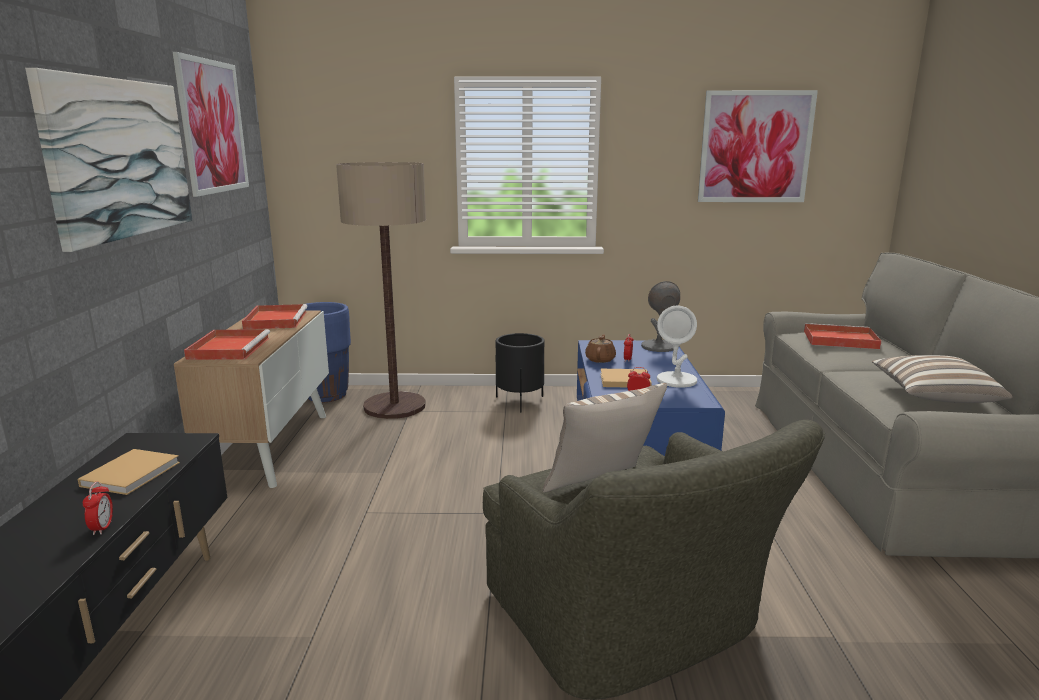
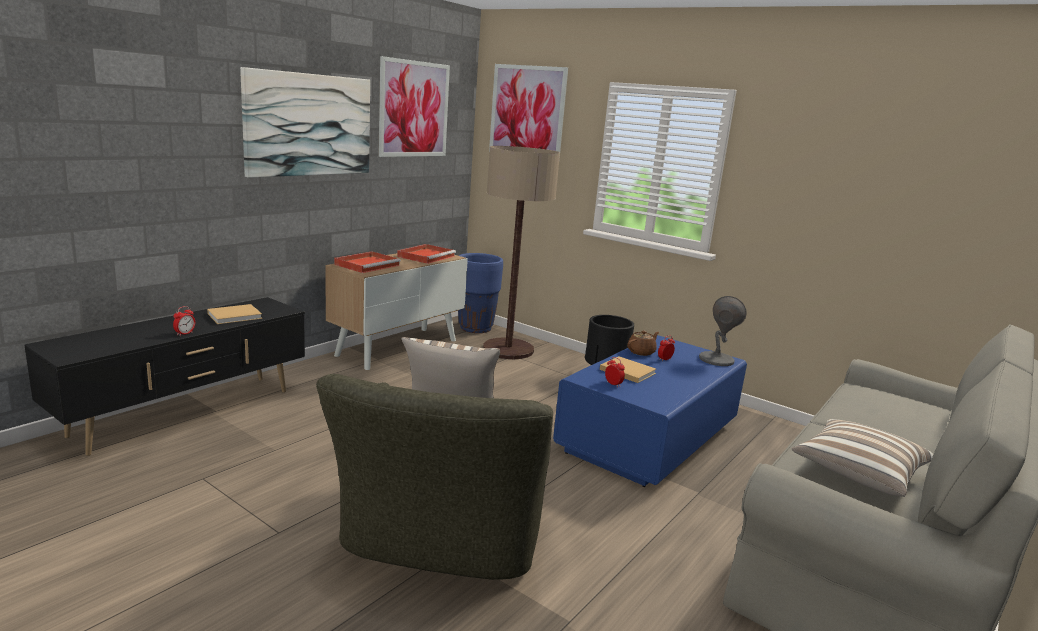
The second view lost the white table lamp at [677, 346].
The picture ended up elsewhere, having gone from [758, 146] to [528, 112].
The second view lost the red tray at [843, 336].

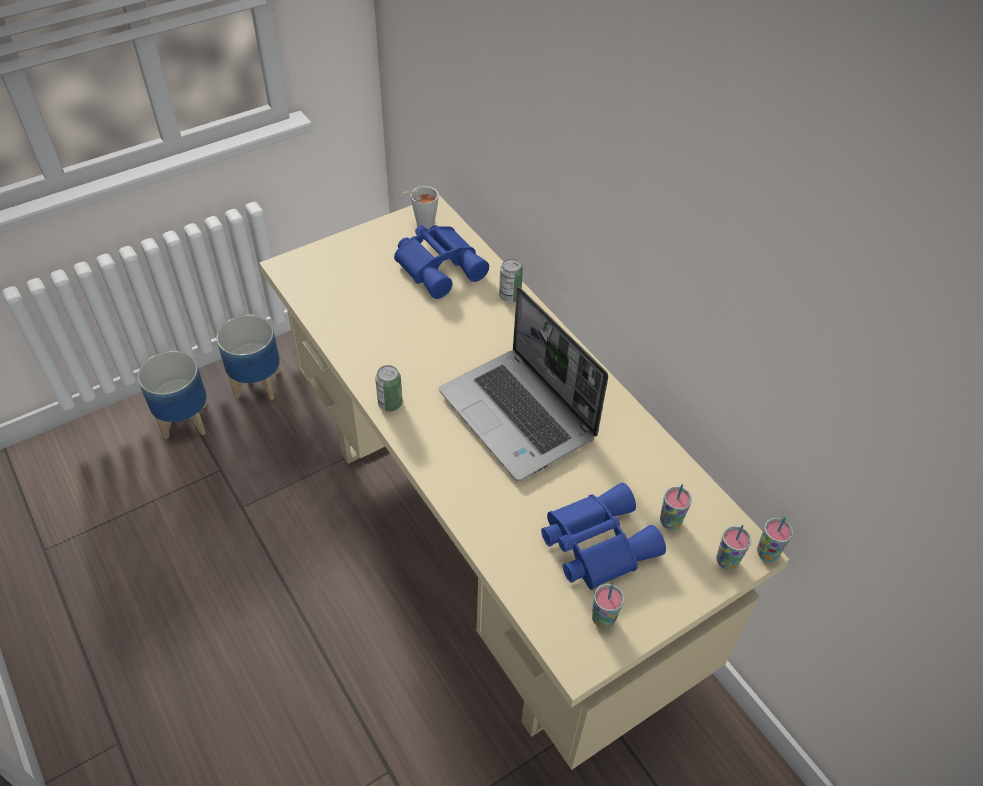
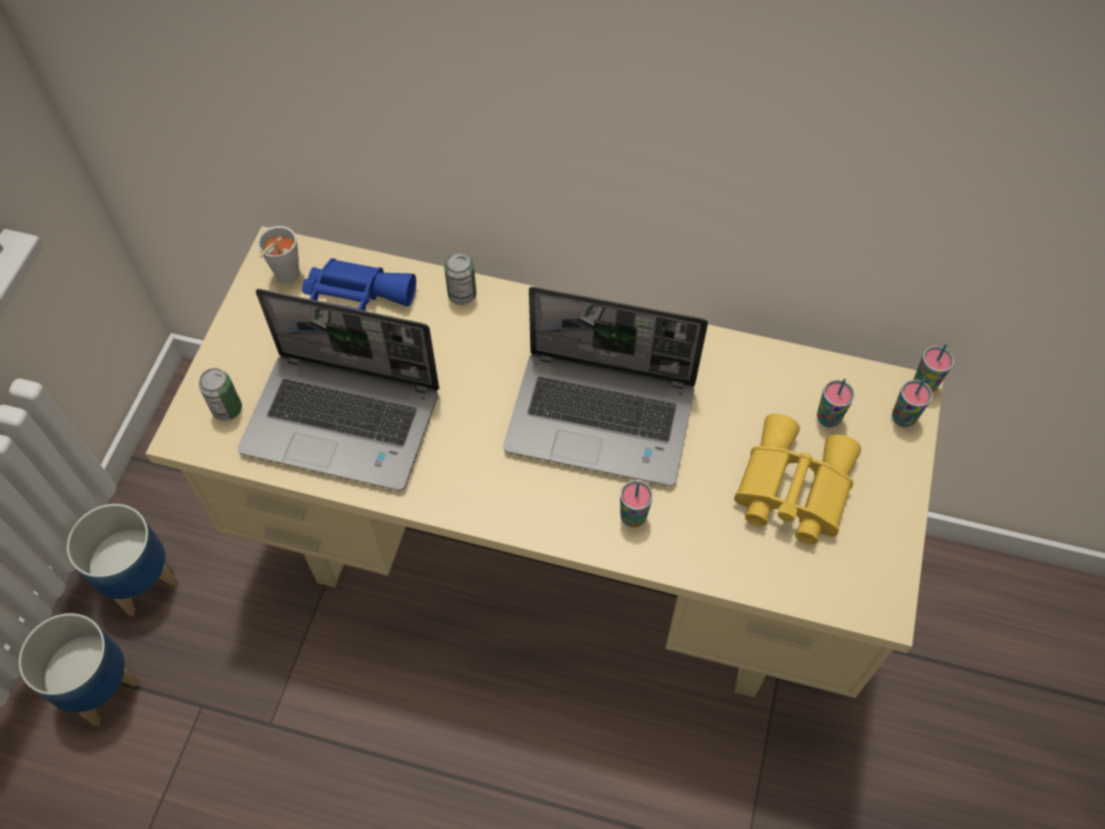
The can ended up elsewhere, having gone from [389, 388] to [220, 394].
What was the blue binoculars at [603, 536] turned into the yellow binoculars at [797, 479].
The cup ended up elsewhere, having gone from [608, 606] to [636, 503].
The second view gained the laptop at [338, 390].

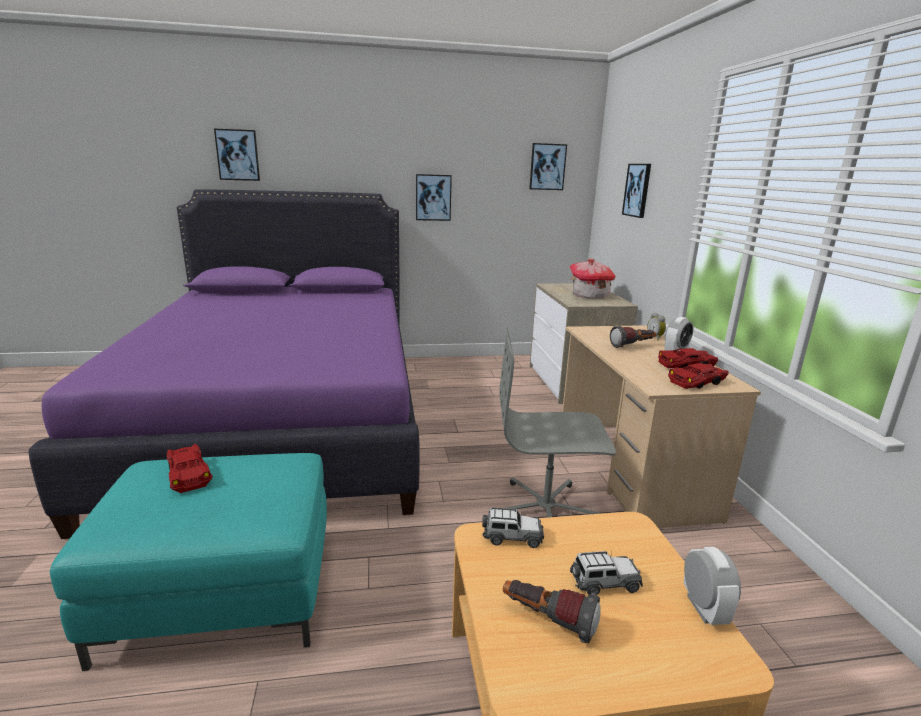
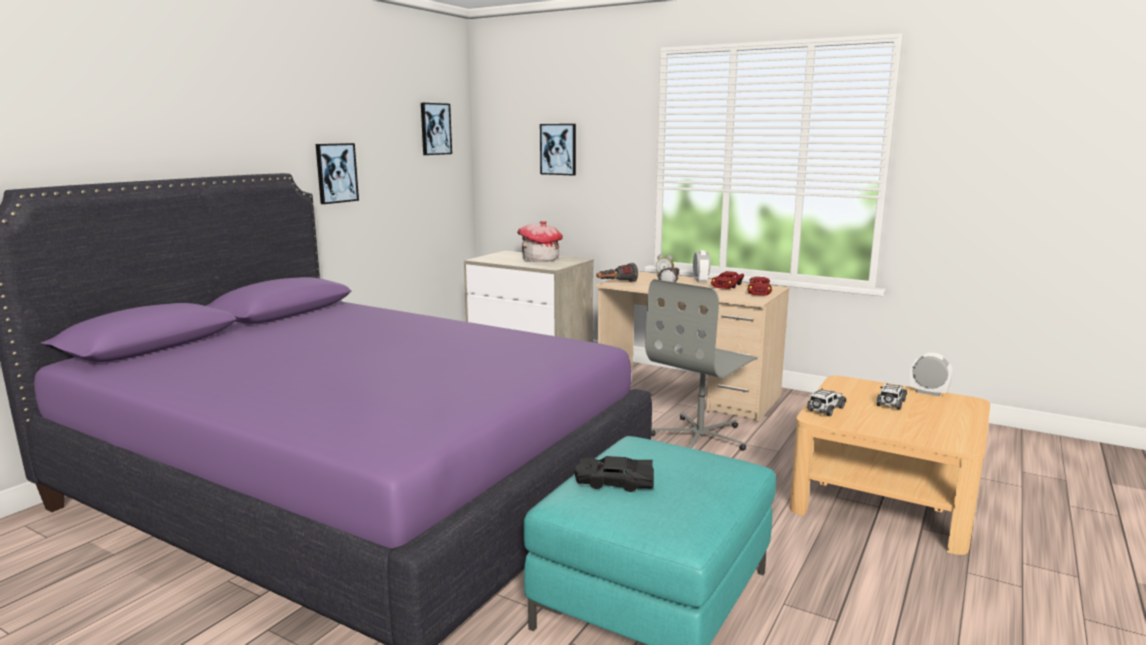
What was the red toy car at [189, 468] turned into the black toy car at [614, 474].
The second view lost the picture at [237, 155].
The flashlight ended up elsewhere, having gone from [552, 611] to [617, 272].

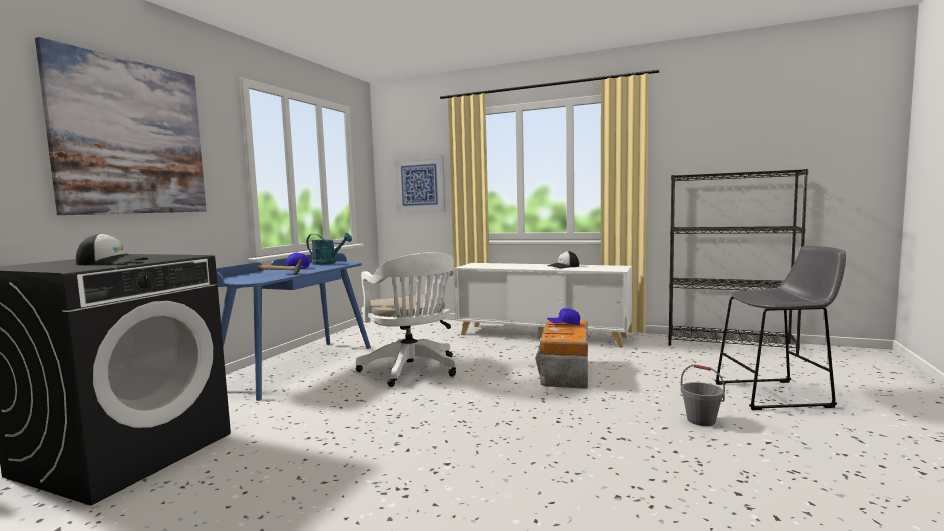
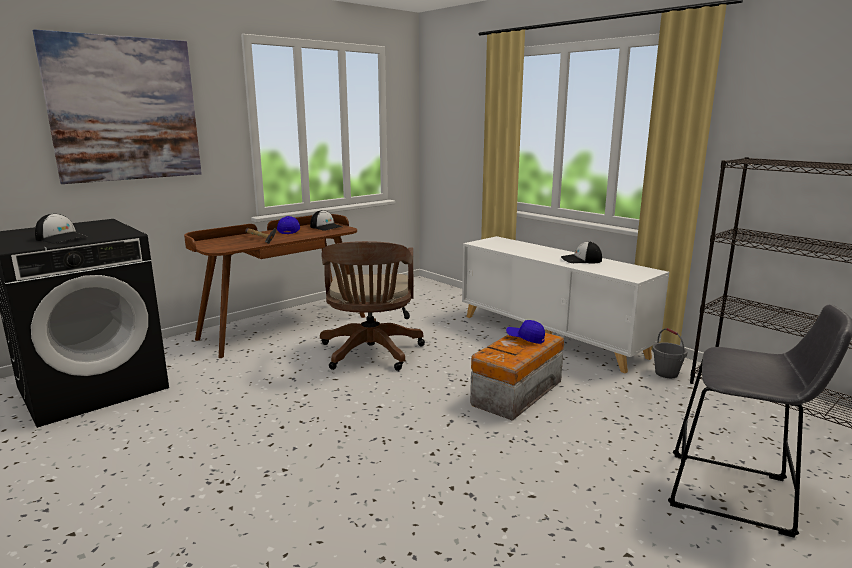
What was the blue desk at [292, 327] turned into the brown desk at [274, 286].
Where the turquoise watering can stood at [329, 249], the cap came to stand at [326, 220].
What was the white office chair at [407, 319] turned into the brown office chair at [372, 306].
The second view lost the picture at [419, 184].
The grey bucket ended up elsewhere, having gone from [703, 395] to [670, 353].

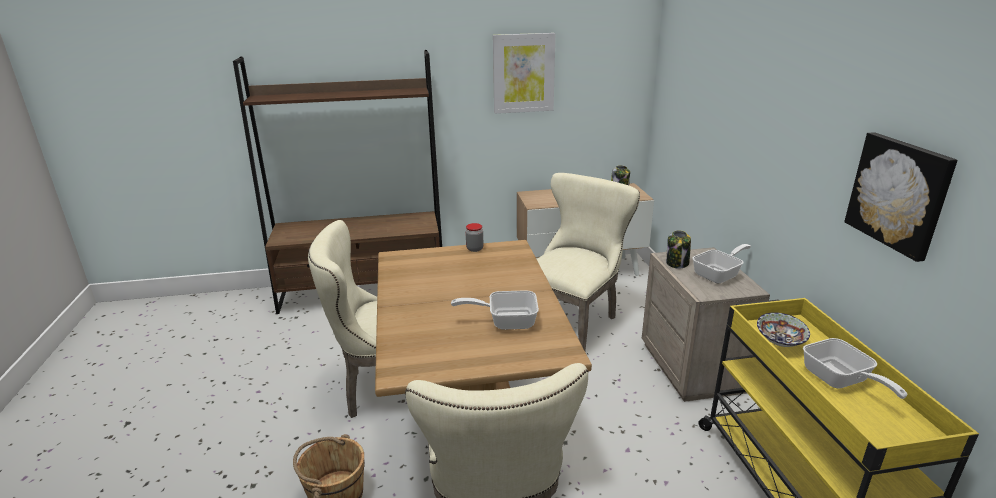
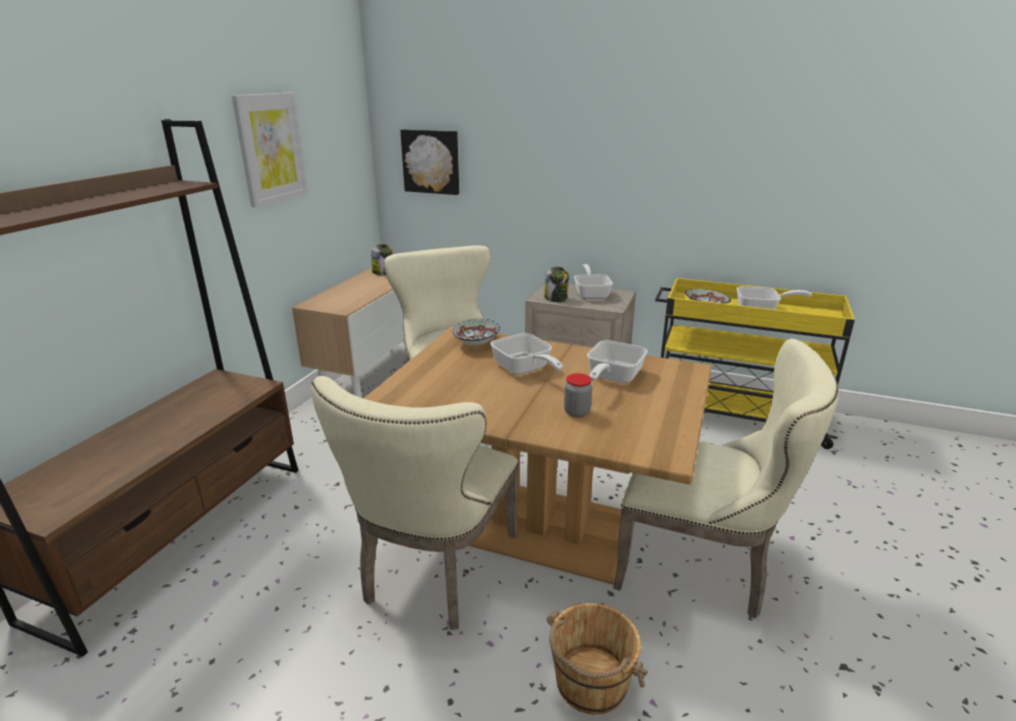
The jar ended up elsewhere, having gone from [474, 237] to [578, 395].
The picture ended up elsewhere, having gone from [901, 197] to [429, 162].
The second view gained the bowl at [476, 332].
The second view gained the frying pan at [526, 354].

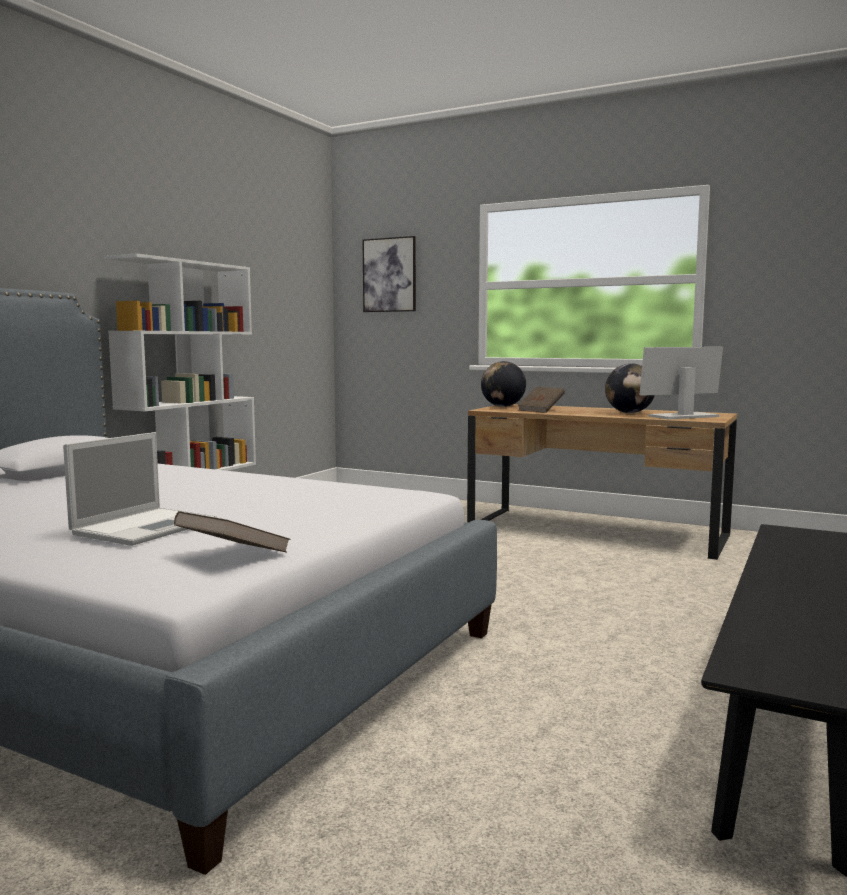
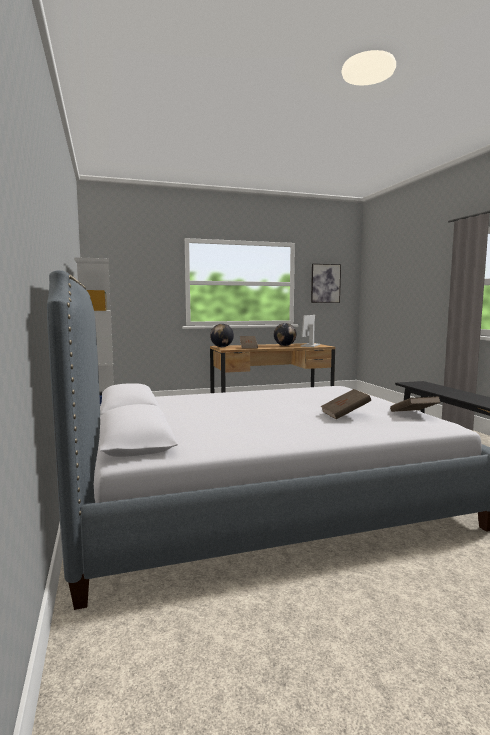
Where the laptop stood at [140, 489], the brown book came to stand at [346, 404].
The picture ended up elsewhere, having gone from [389, 274] to [326, 283].

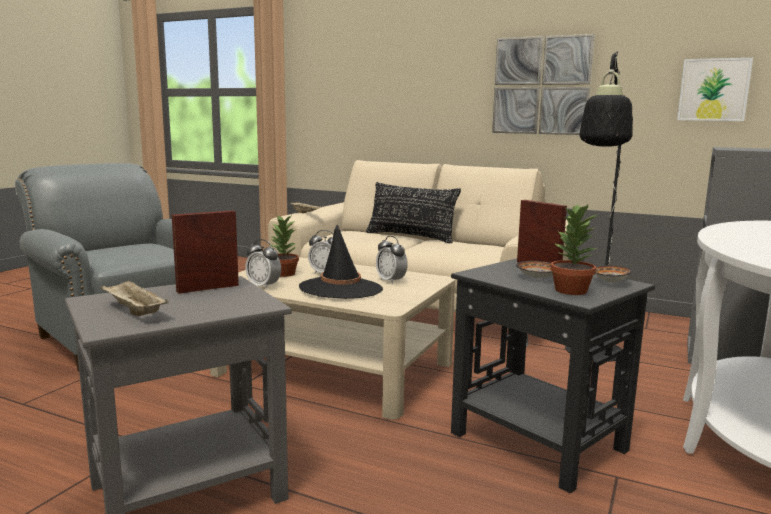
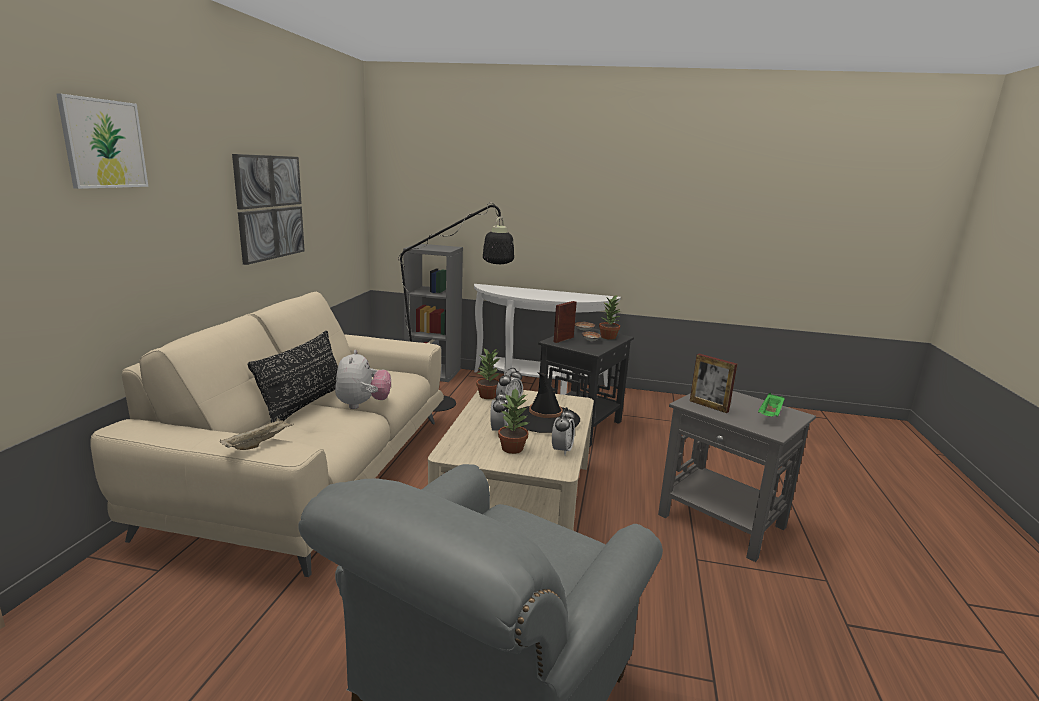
What was the beige tray at [134, 298] turned into the green tray at [771, 405].
The picture ended up elsewhere, having gone from [715, 89] to [102, 141].
The second view gained the plush toy at [363, 379].
The second view gained the potted plant at [488, 374].

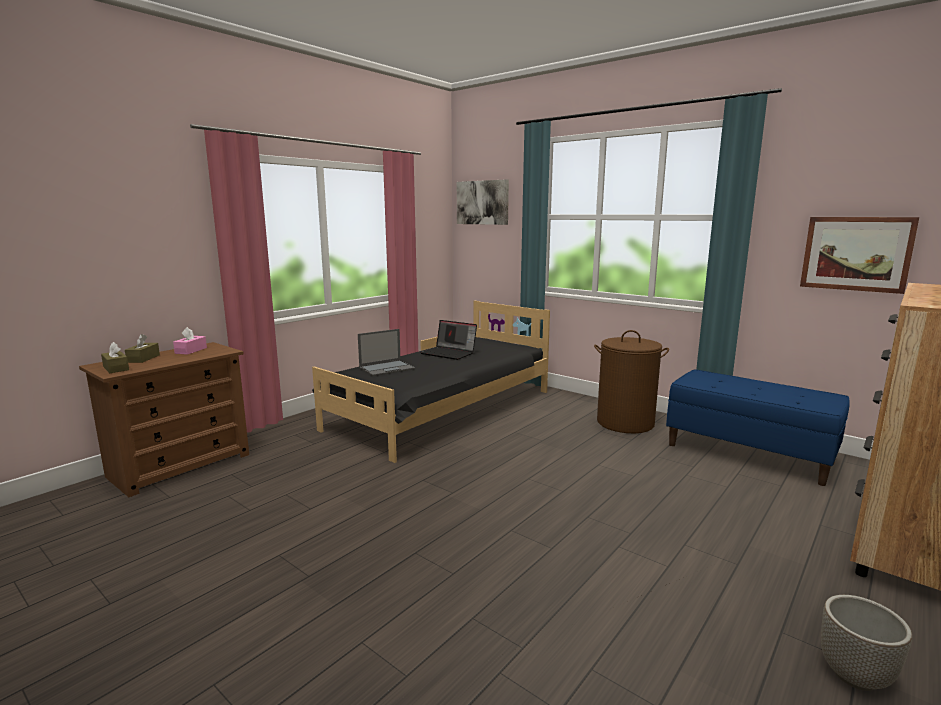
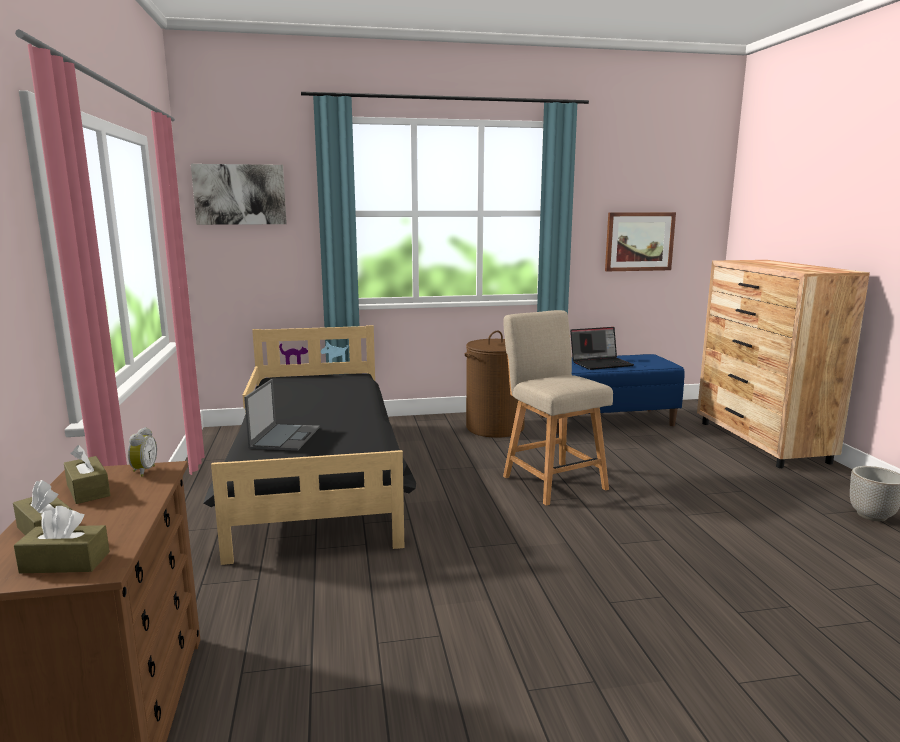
What was the pink tissue box at [190, 341] turned into the brown tissue box at [87, 474].
The laptop ended up elsewhere, having gone from [449, 340] to [602, 348].
The second view gained the alarm clock at [142, 452].
The second view gained the beige chair at [558, 407].

